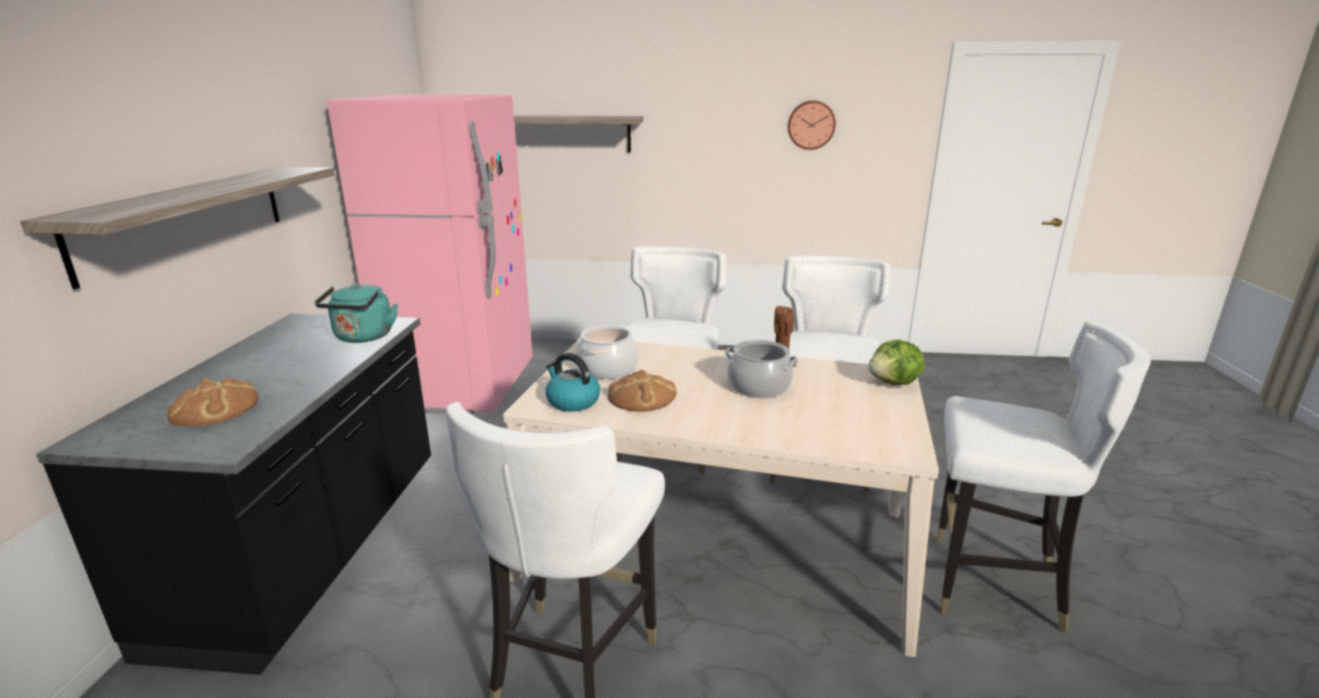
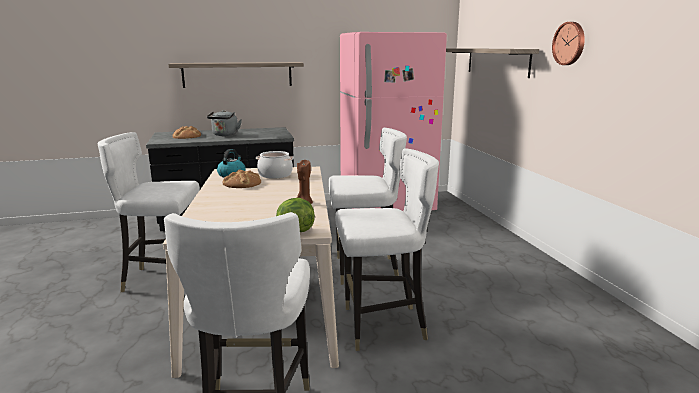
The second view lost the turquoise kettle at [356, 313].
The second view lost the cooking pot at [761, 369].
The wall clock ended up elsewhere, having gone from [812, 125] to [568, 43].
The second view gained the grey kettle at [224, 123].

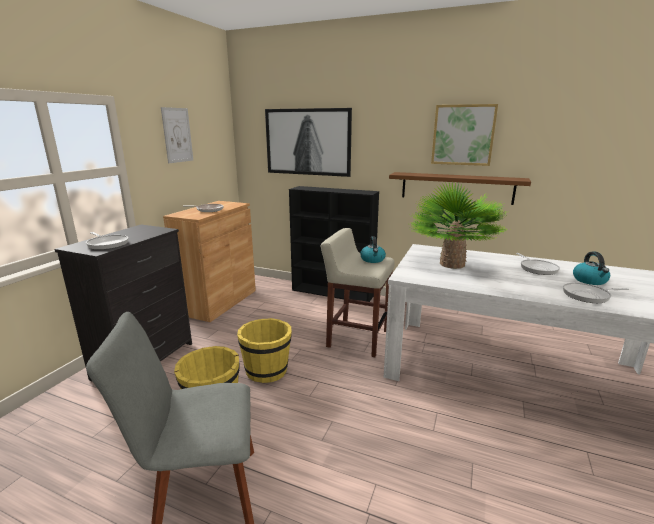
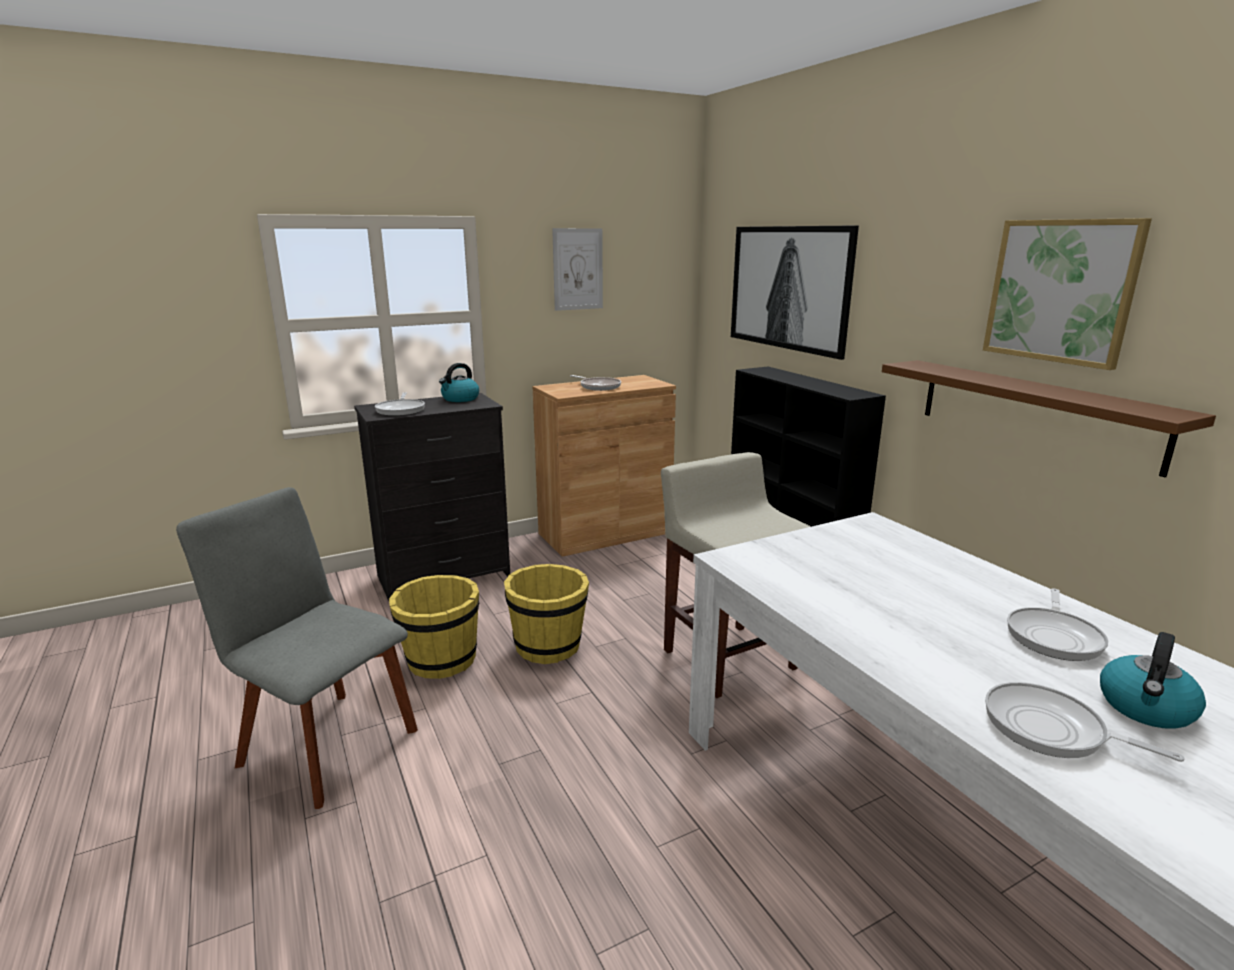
The kettle ended up elsewhere, having gone from [373, 249] to [459, 382].
The second view lost the potted plant at [458, 225].

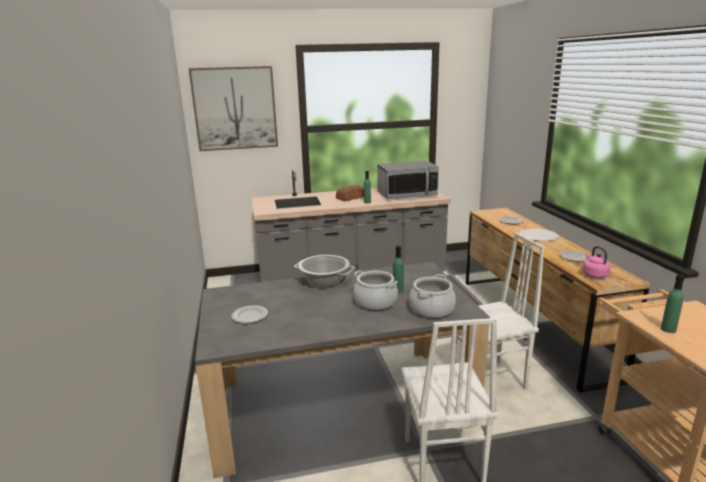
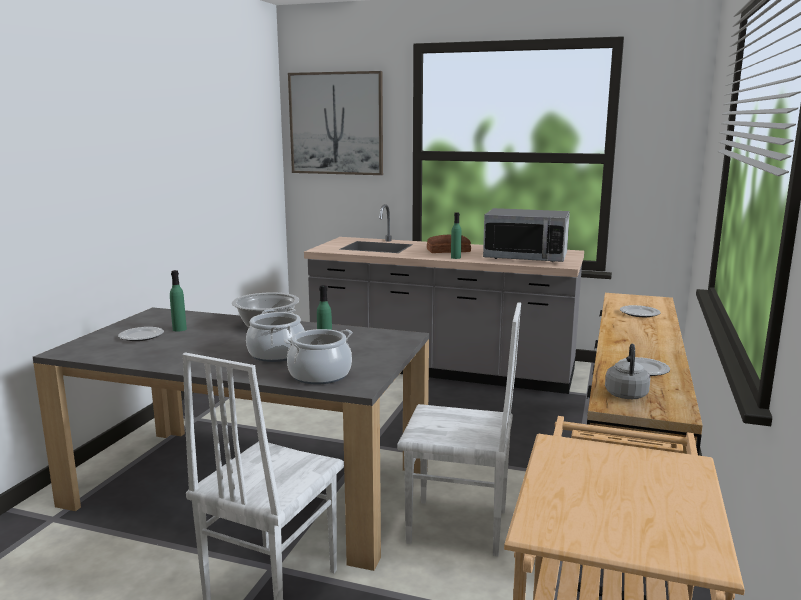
The second view lost the white plate at [539, 234].
What was the pink kettle at [597, 262] turned into the grey kettle at [627, 371].
The green bottle ended up elsewhere, having gone from [673, 303] to [178, 301].

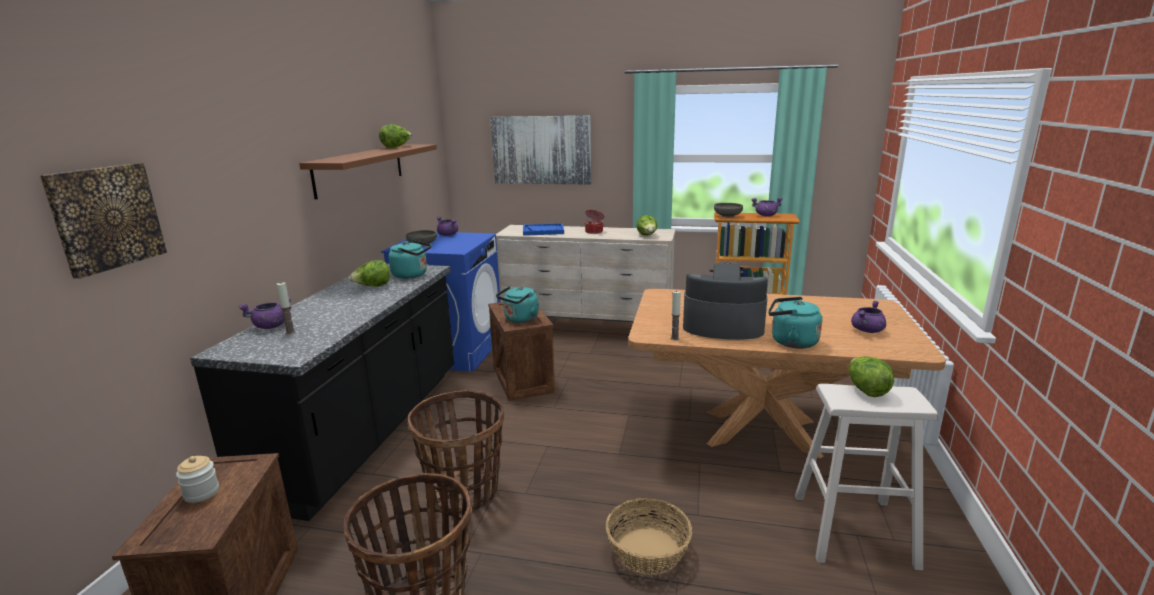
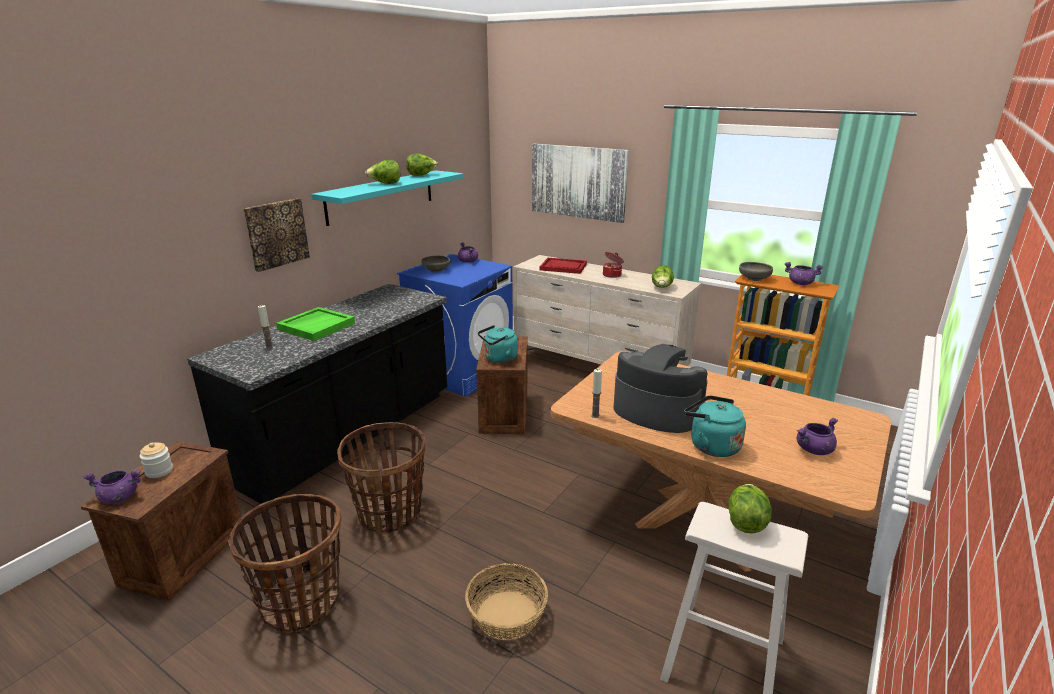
The picture ended up elsewhere, having gone from [103, 221] to [277, 235].
The purple cooking pot ended up elsewhere, having gone from [265, 313] to [112, 486].
What was the brown shelf at [368, 172] turned into the turquoise shelf at [388, 198].
The lettuce ended up elsewhere, having gone from [369, 273] to [383, 172].
The second view lost the turquoise kettle at [410, 259].
What was the blue tray at [543, 229] turned into the red tray at [563, 266].
The second view gained the green tray at [315, 324].

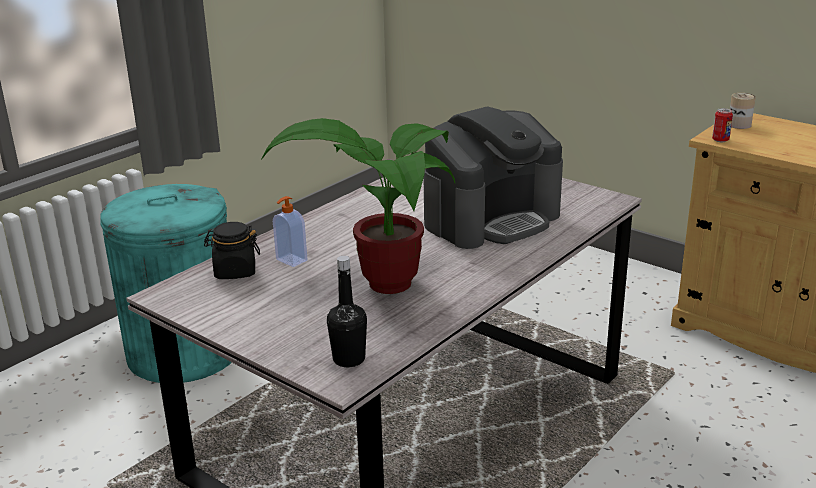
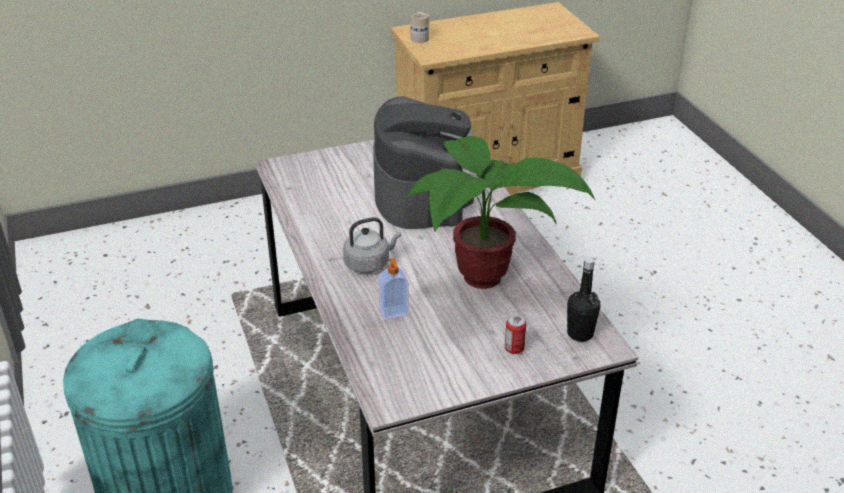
The second view lost the black jar at [232, 250].
The can ended up elsewhere, having gone from [722, 125] to [515, 334].
The second view gained the grey kettle at [372, 245].

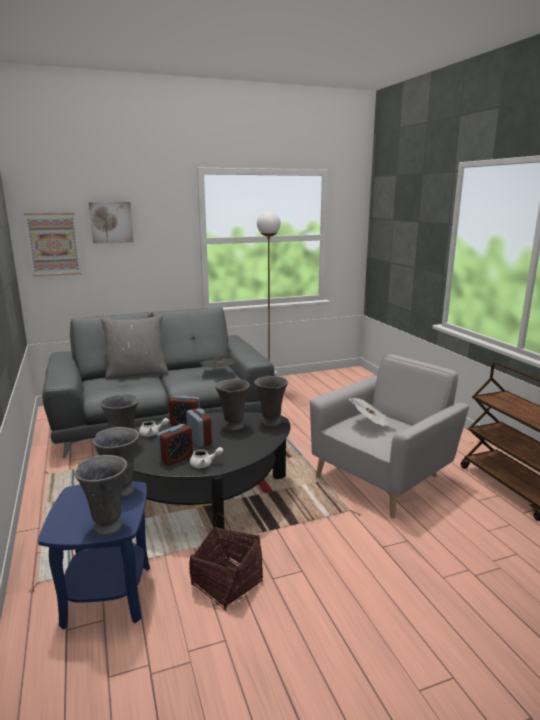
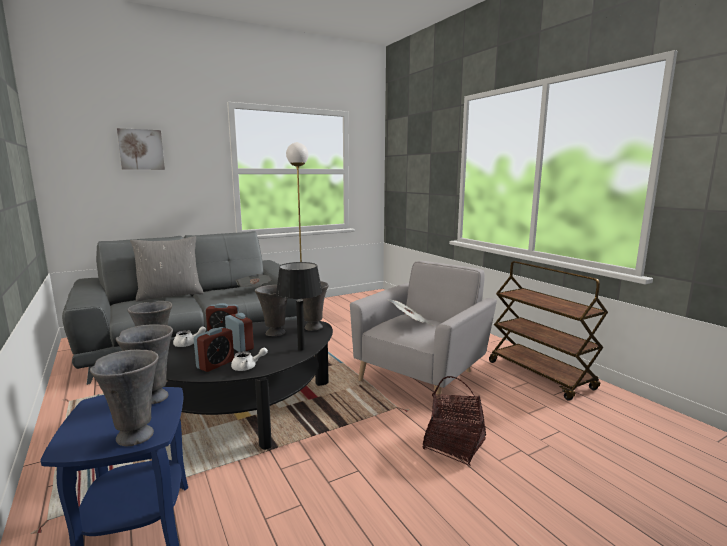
The second view lost the picture at [53, 245].
The basket ended up elsewhere, having gone from [226, 562] to [454, 421].
The second view gained the black table lamp at [299, 306].

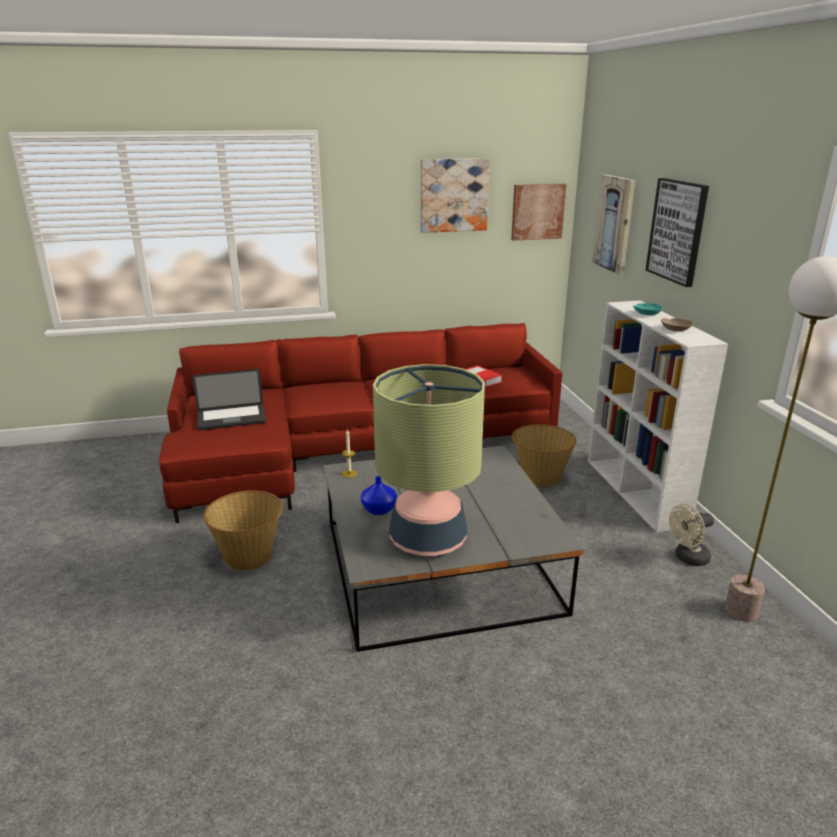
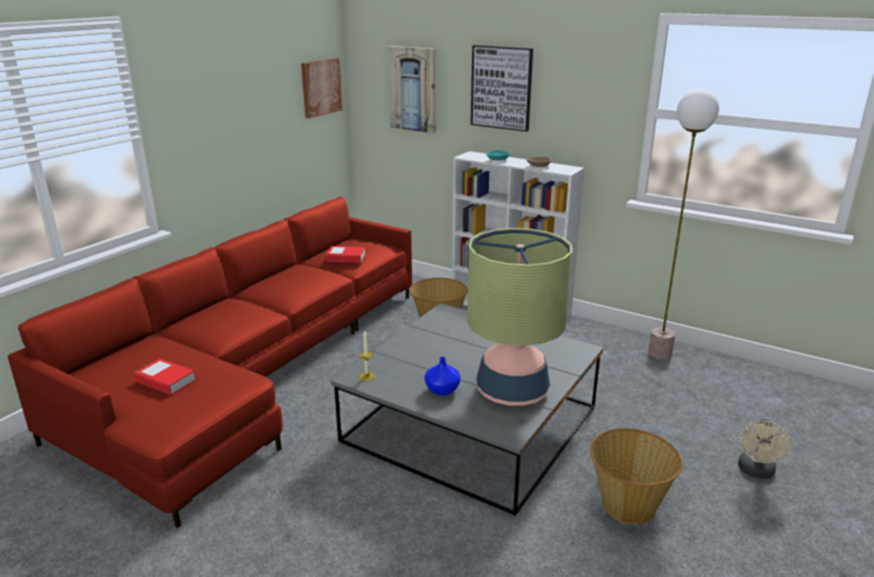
Where the laptop stood at [229, 399], the book came to stand at [165, 377].
The basket ended up elsewhere, having gone from [243, 530] to [636, 476].
The second view lost the picture at [455, 195].
The beige fan ended up elsewhere, having gone from [691, 535] to [765, 449].

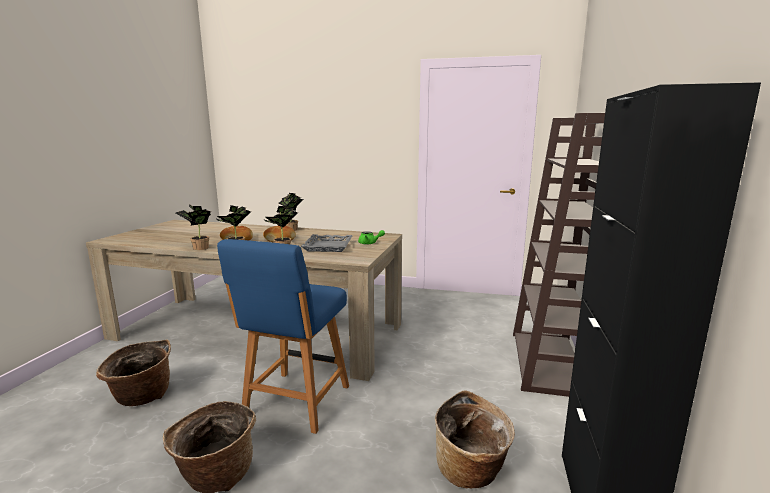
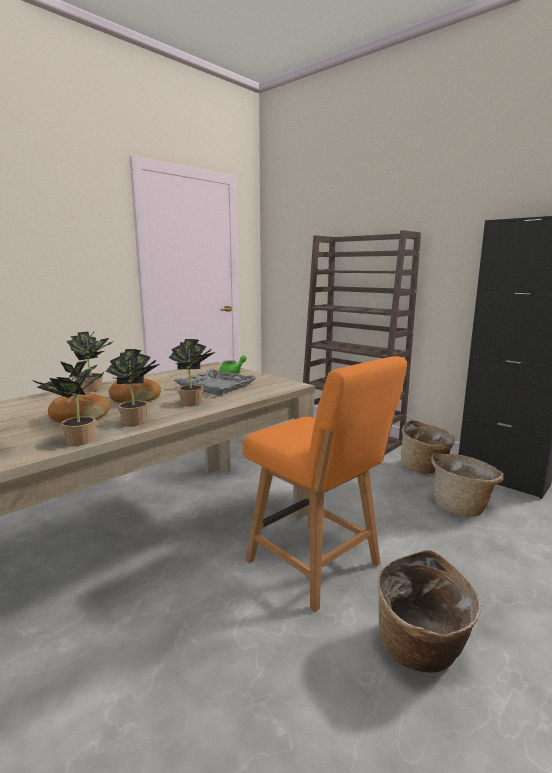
The basket ended up elsewhere, having gone from [133, 373] to [428, 447].
What was the blue chair at [283, 336] turned into the orange chair at [325, 484].

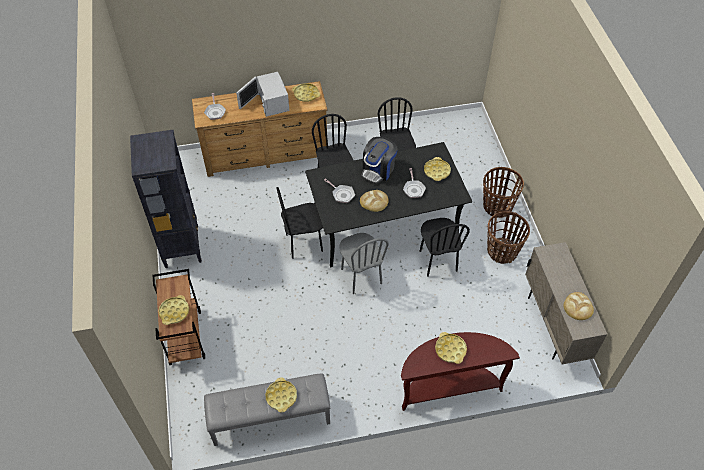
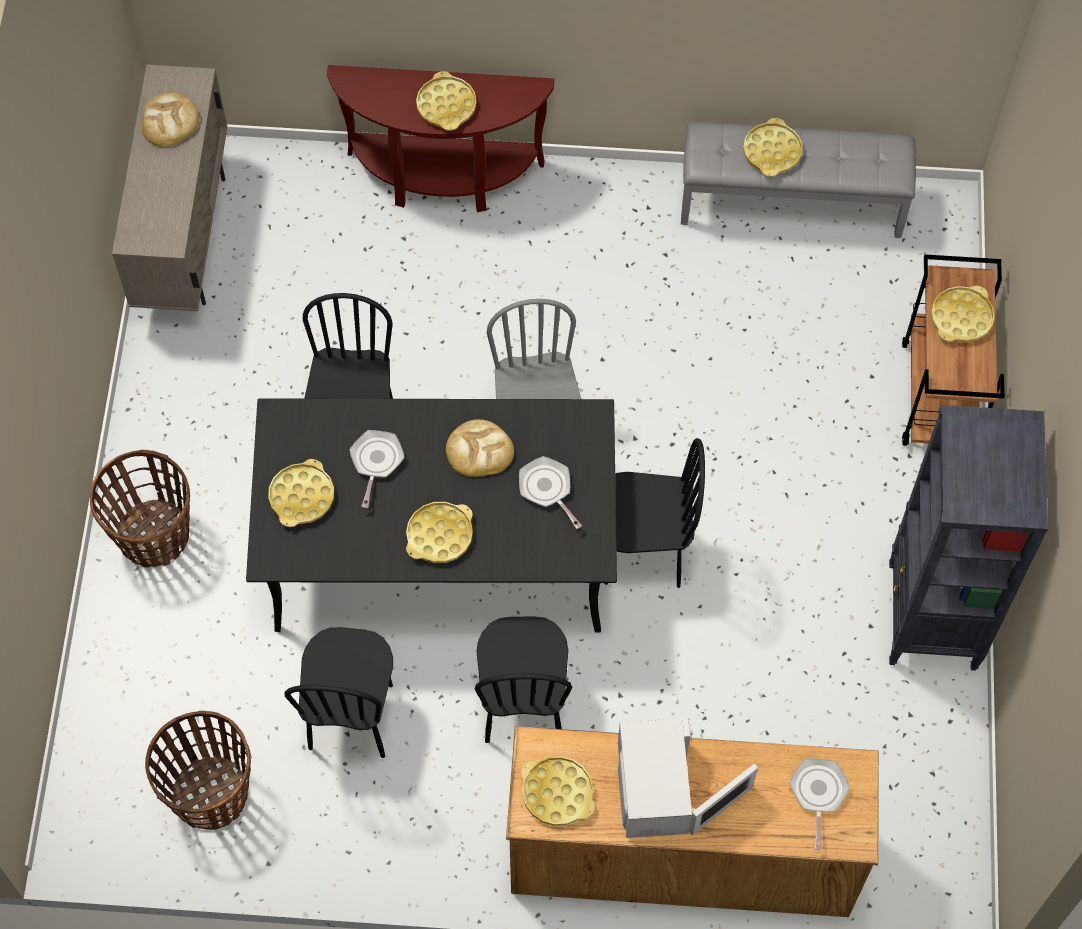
Where the coffee machine stood at [380, 160], the yellow tray came to stand at [439, 532].
The basket ended up elsewhere, having gone from [508, 237] to [198, 770].

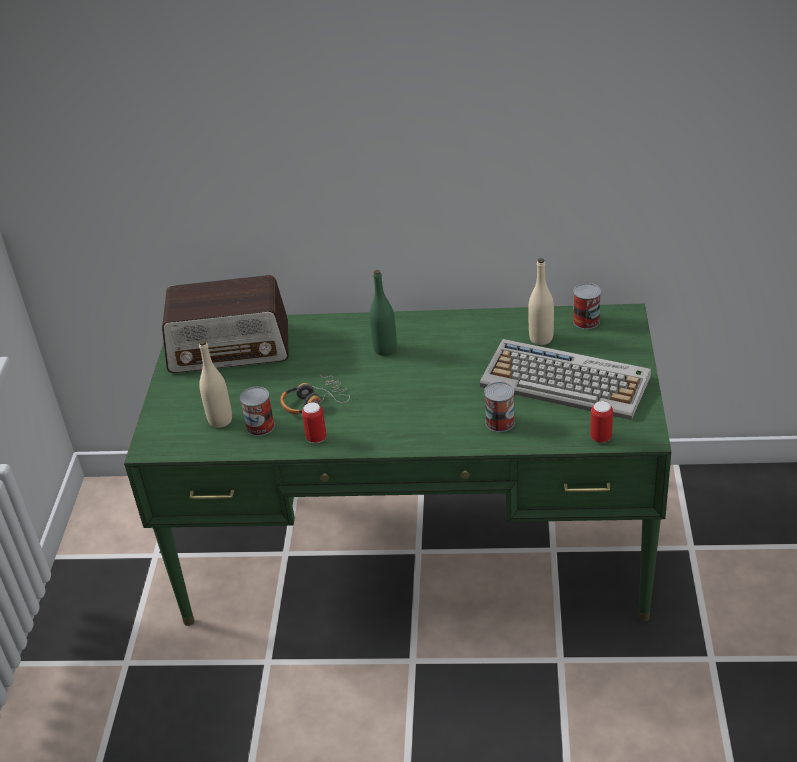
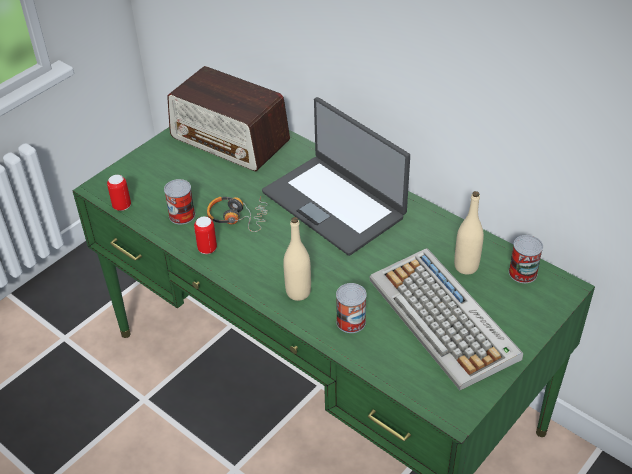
The beige bottle ended up elsewhere, having gone from [215, 384] to [297, 259].
Where the green bottle stood at [383, 313], the laptop came to stand at [336, 176].
The can ended up elsewhere, having gone from [601, 422] to [119, 193].

